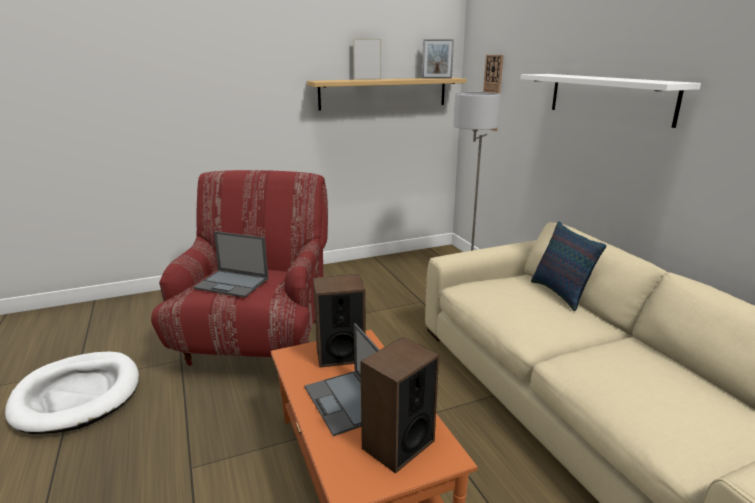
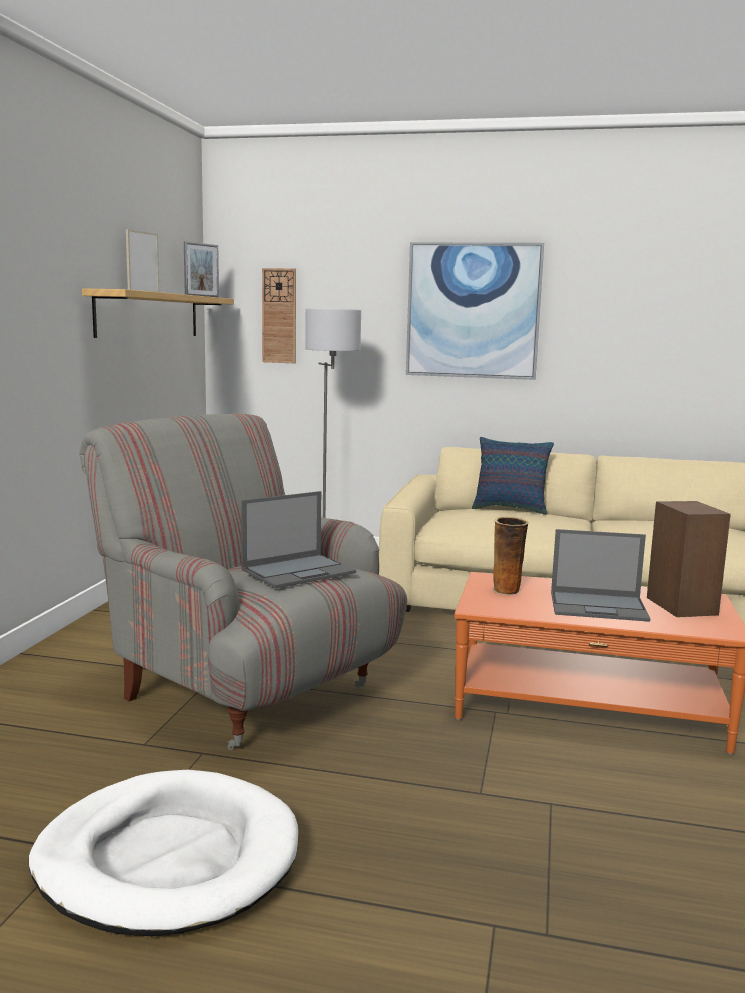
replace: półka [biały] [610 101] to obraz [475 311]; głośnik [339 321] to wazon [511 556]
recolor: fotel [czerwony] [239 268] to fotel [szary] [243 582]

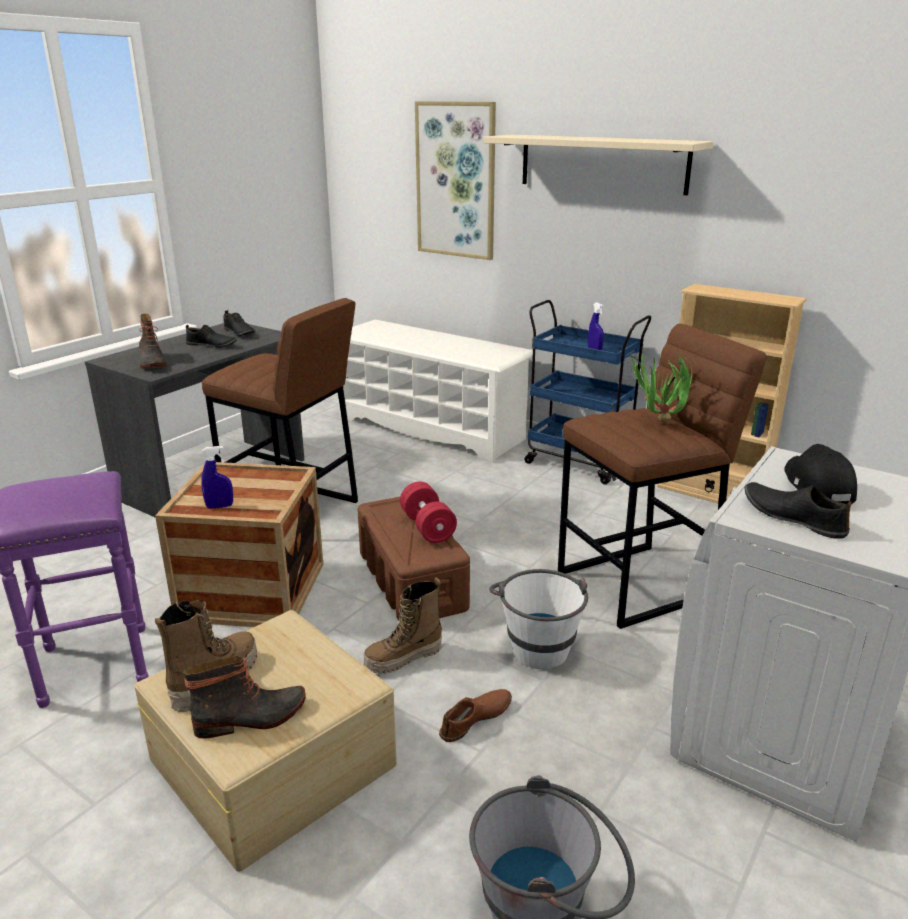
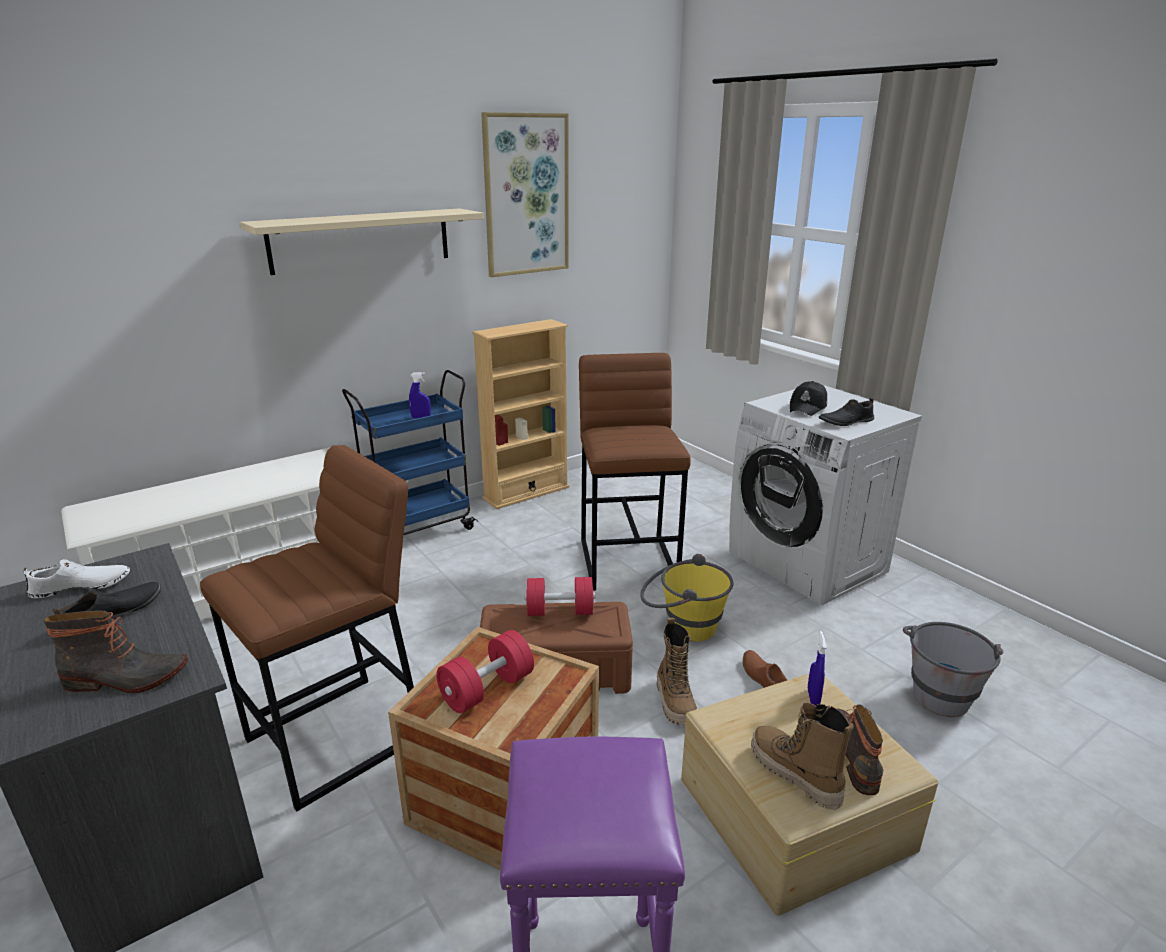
delete: roślina doniczkowa [660 387]
insert: hantel [czerwony] [485 671]
move: obraz [455 180] to [524 194]; spryskiwacz [niebieski] [217 477] to [817 668]
recolor: but [czarny] [239 323] to but [biały] [76 578]; wiadro [biały] [538 619] to wiadro [żółty] [686 598]
rotate: czapka z daszkiem [czarny] [820 474] = [808 398] 75 degrees counterclockwise

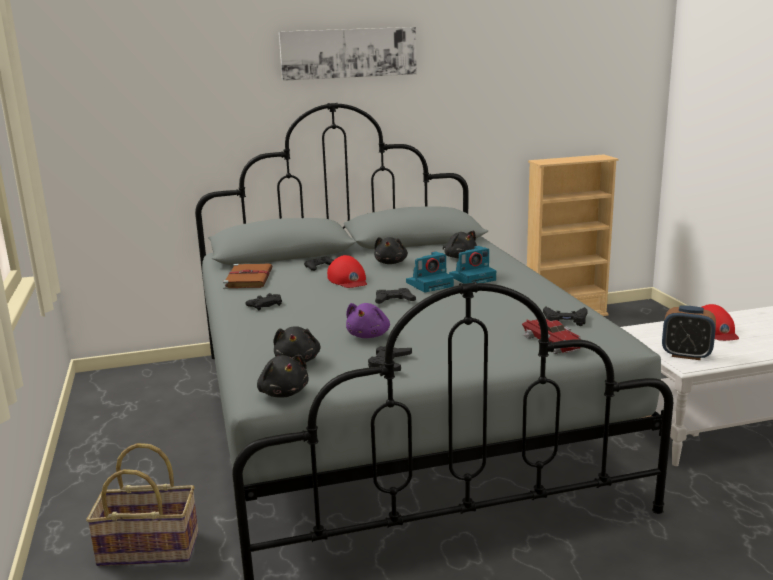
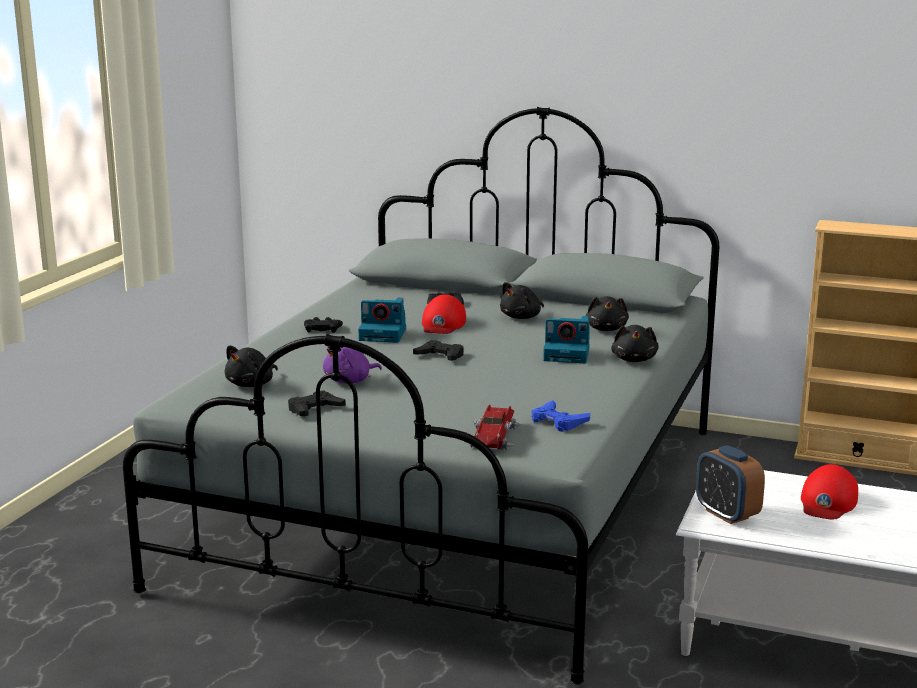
delete: koszyk [142 504]; książka [brązowy] [248 276]; obraz [348 54]
move: aparat fotograficzny [430 271] to [382 320]; pluszak [czarny] [283 376] to [635 343]
recolor: pad do gier [czarny] [565 316] to pad do gier [niebieski] [560 416]

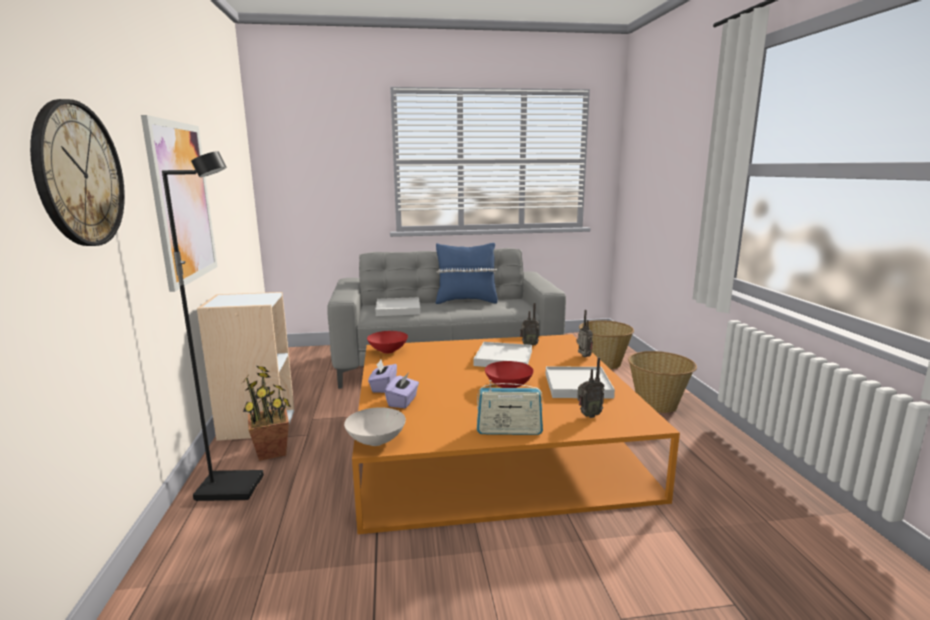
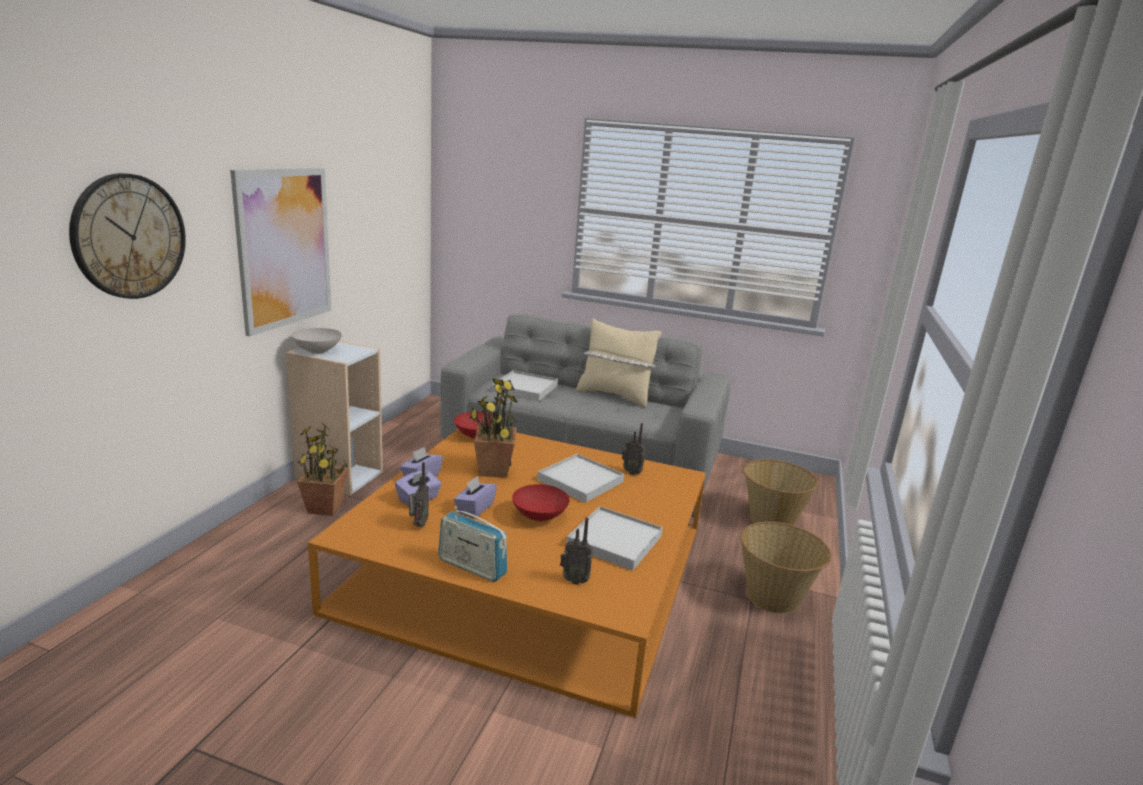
delete: lampa stojąca [czarny] [213 326]
insert: pudełko chusteczek [fioletowy] [475 497]; roślina doniczkowa [494 428]
move: miska [biały] [375 426] to [316 341]; radio [584 333] to [419 494]
recolor: poduszka [niebieski] [467 273] to poduszka [beżowy] [618 363]

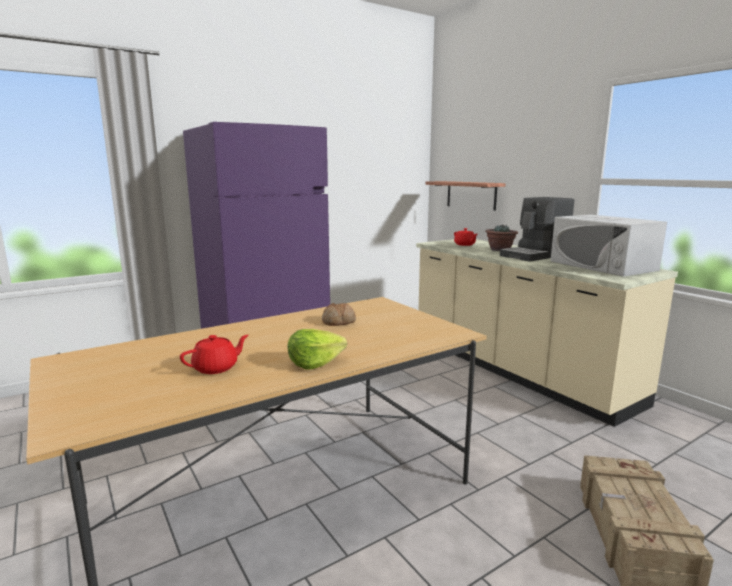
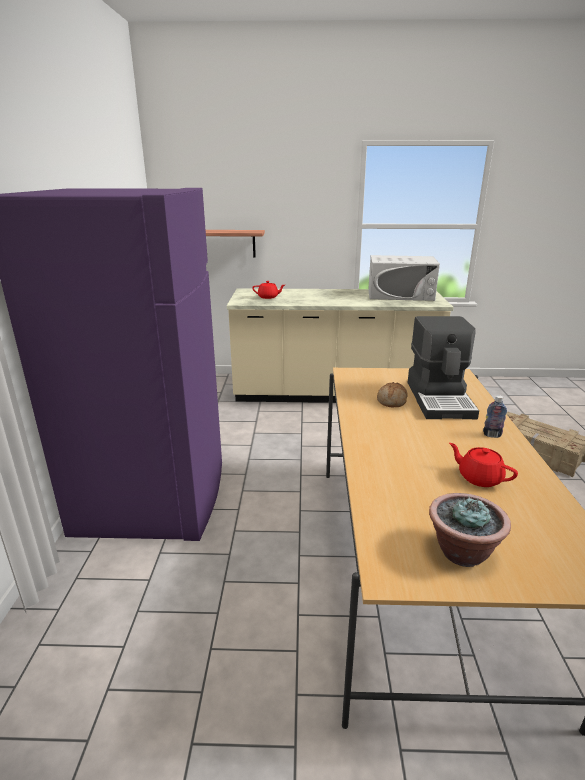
move: ekspres do kawy [537 229] to [443 367]; roślina doniczkowa [501 238] to [470 530]
replace: sałata [317 349] to butelka [495 416]
rotate: imbryk [czerwony] [214 354] = [483 465] 45 degrees counterclockwise

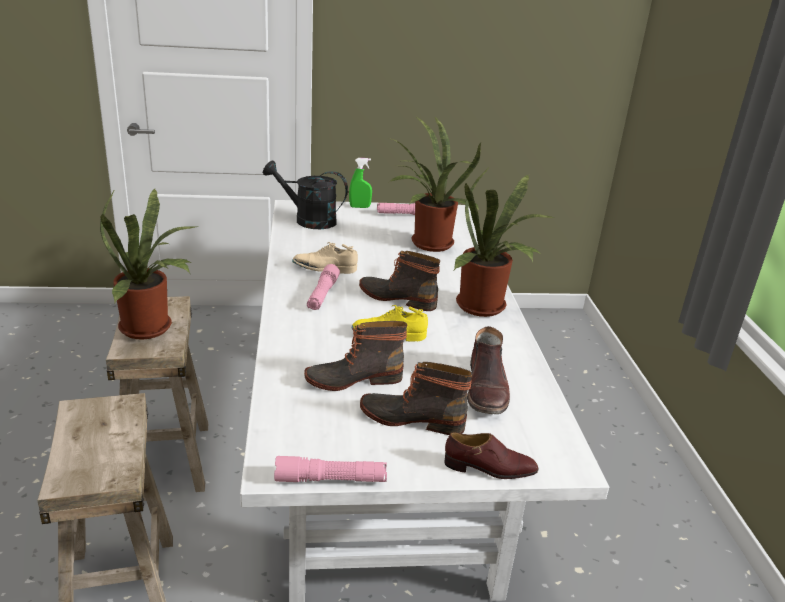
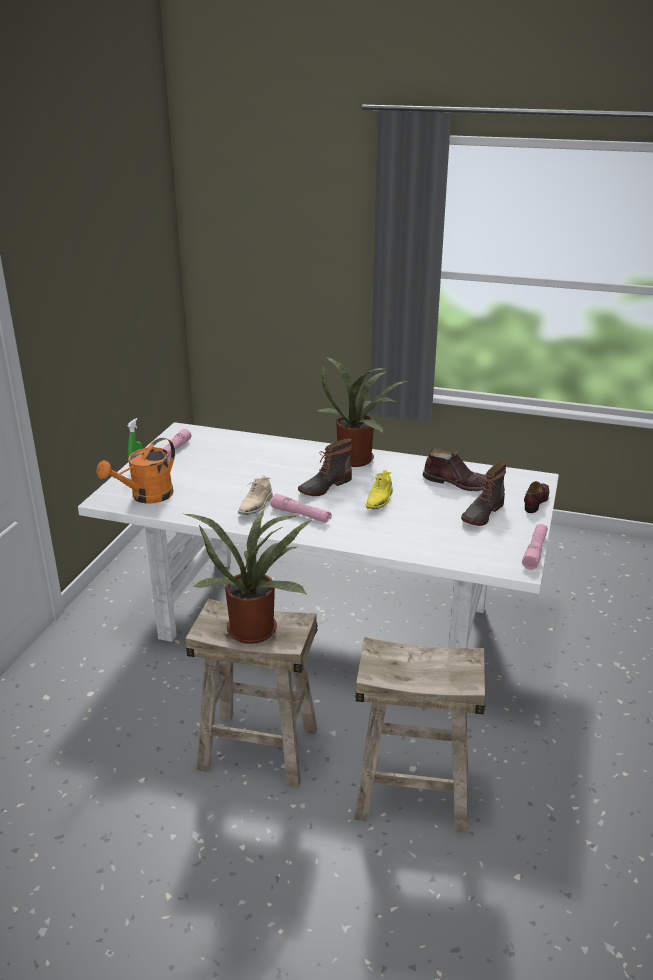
delete: but z cholewką [356 356]; roślina doniczkowa [435 184]
recolor: konewka [czarny] [305 195] to konewka [pomarańczowy] [135 470]

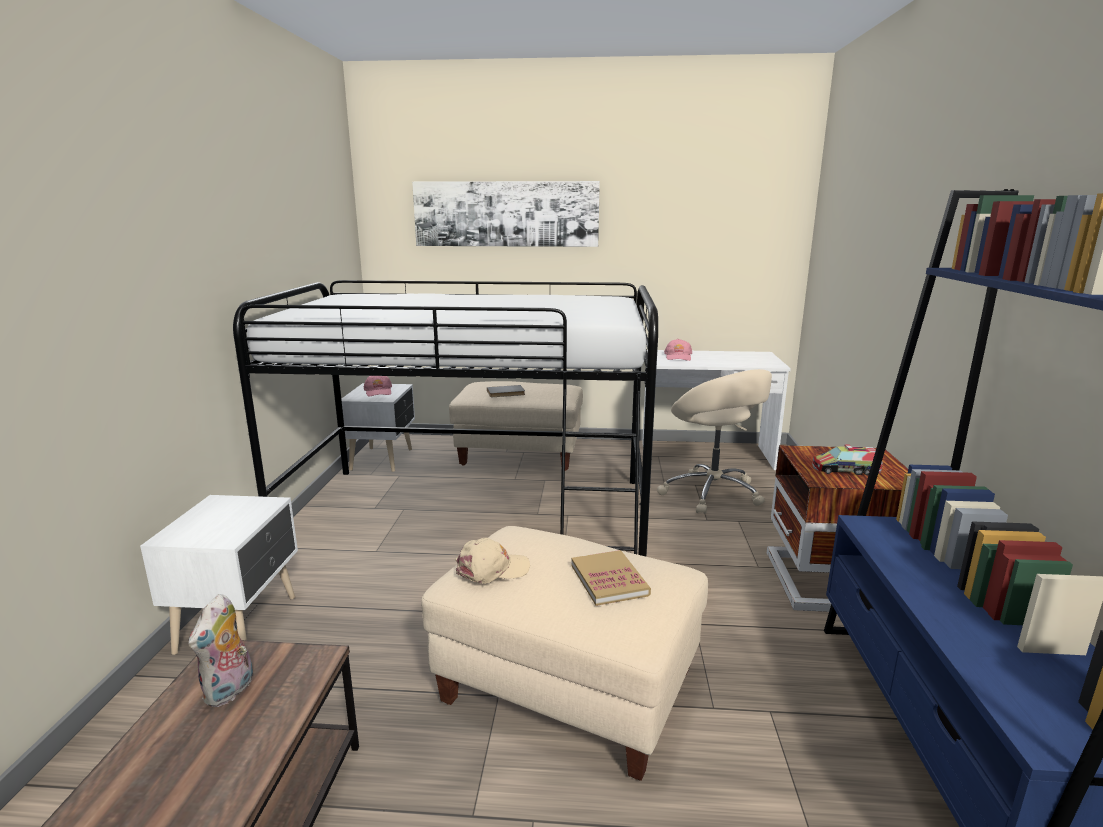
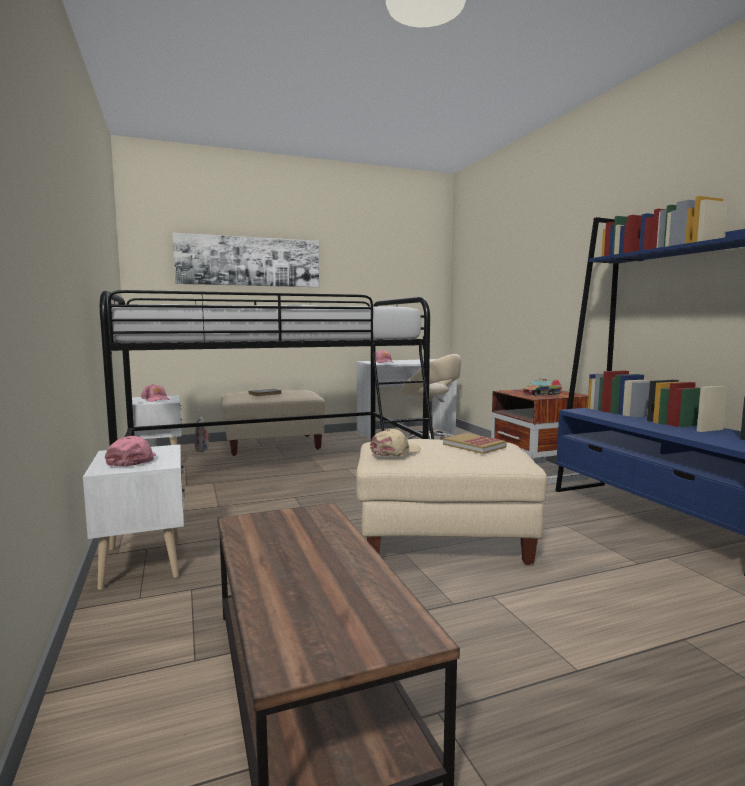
insert: czapka z daszkiem [różowy] [130 451]
move: pluszak [220 650] to [202 434]

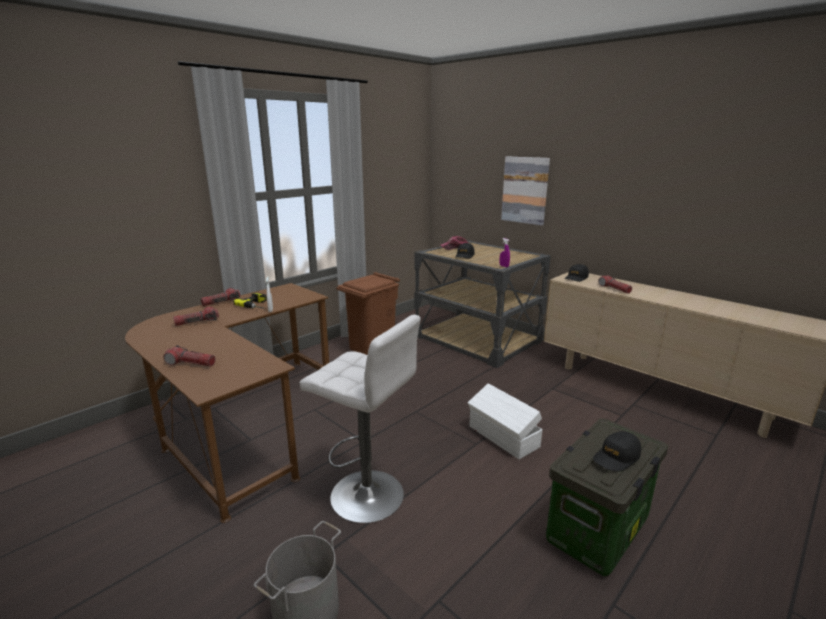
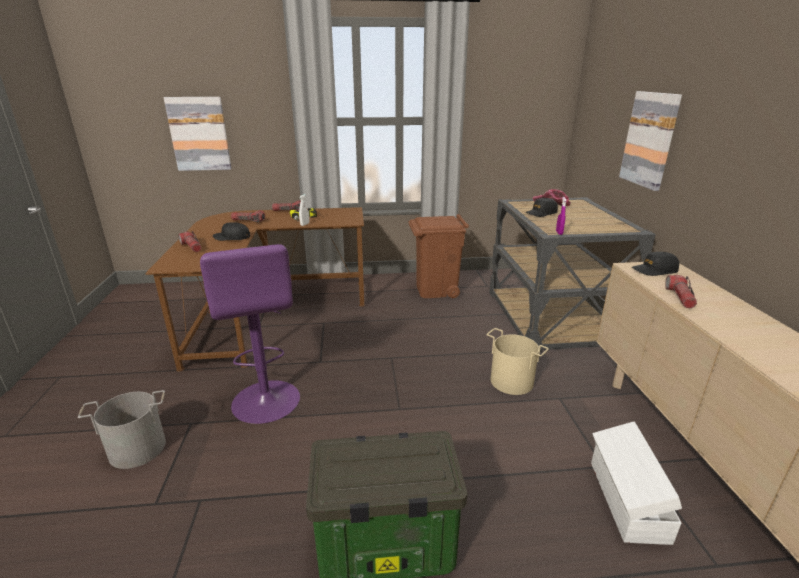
insert: obraz [197 134]; wiadro [beżowy] [517 361]
move: czapka z daszkiem [czarny] [617 451] to [231 231]; pojemnik do przechowywania [biały] [505 421] to [636 483]
recolor: stołek [biały] [360 419] to stołek [fioletowy] [250 334]

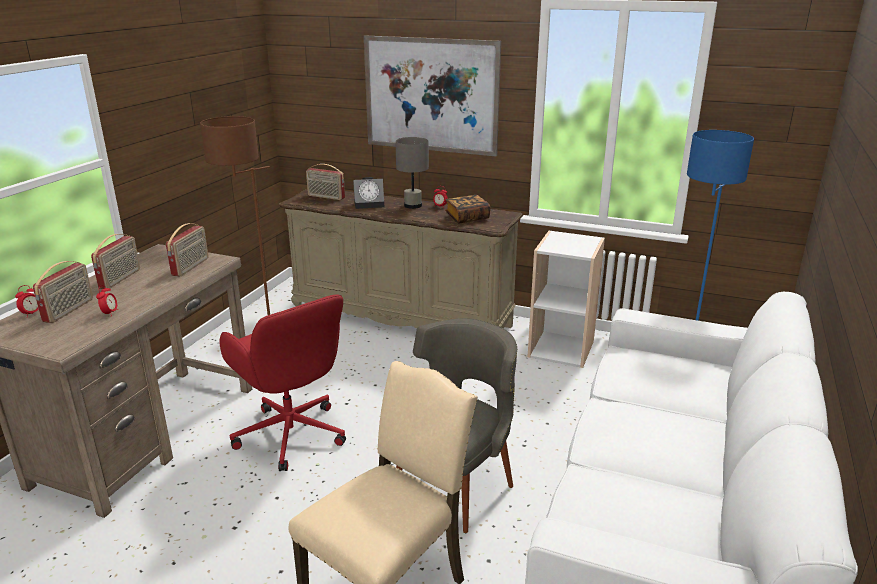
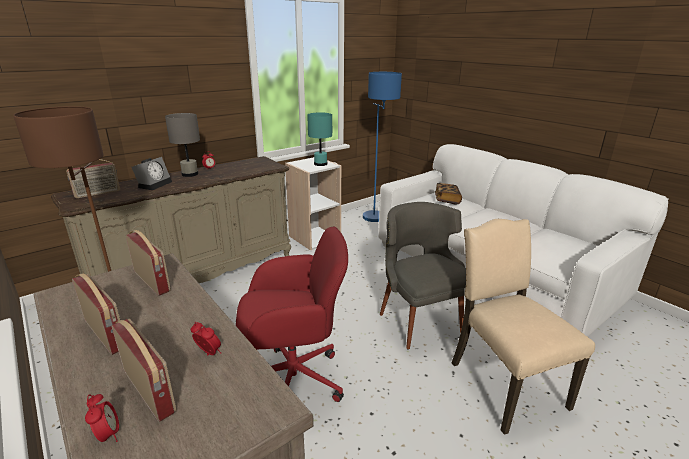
delete: obraz [432 96]
insert: lampa stołowa [turkusowy] [320 139]
move: książka [468 209] to [448 193]

